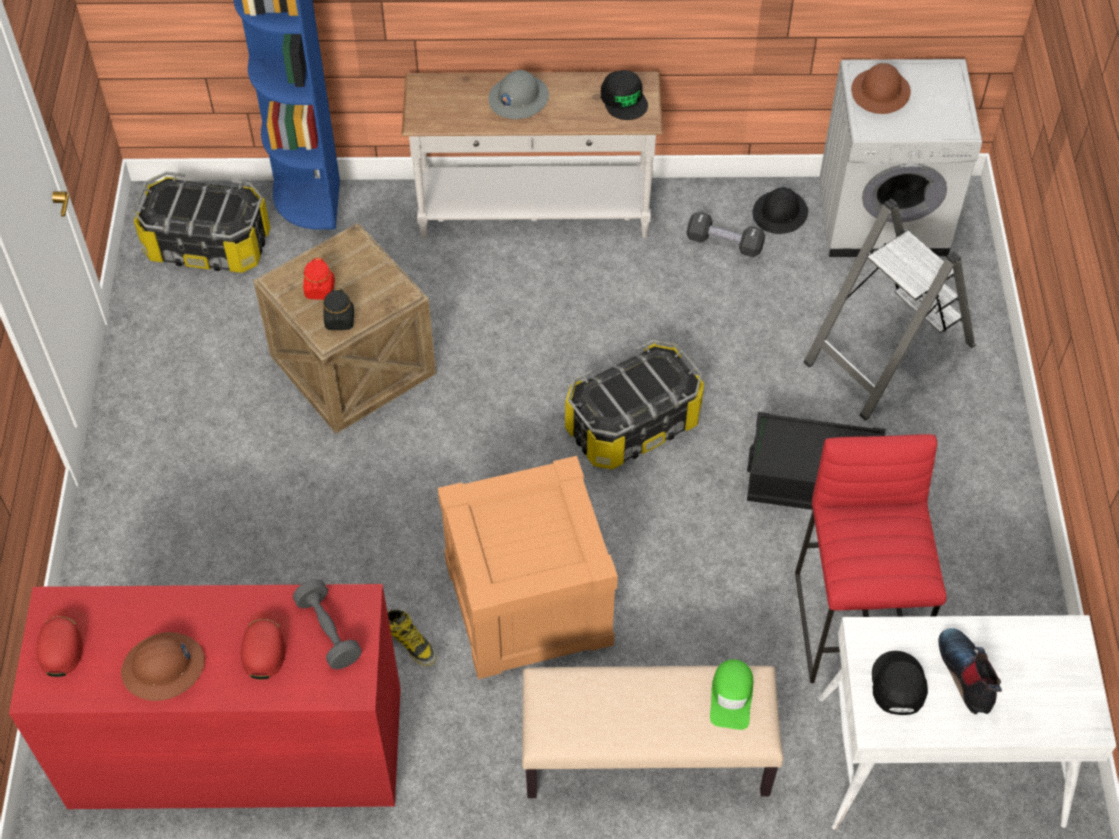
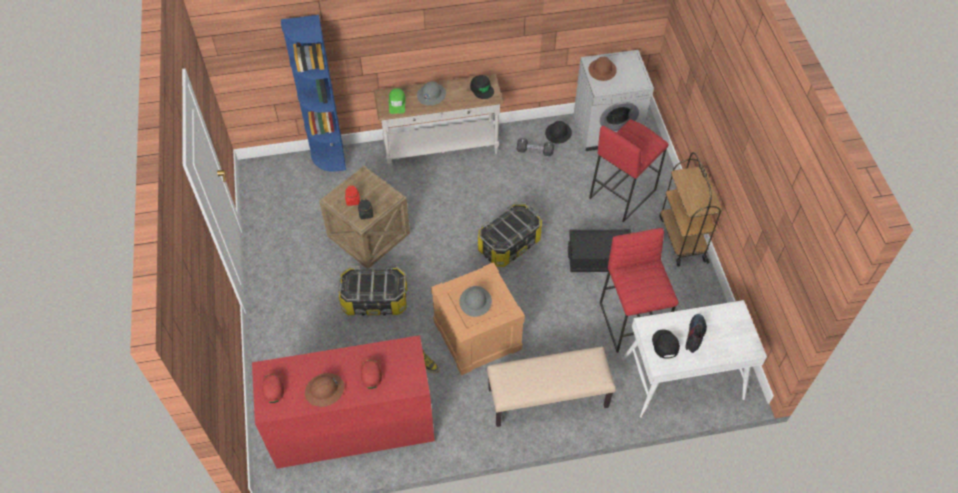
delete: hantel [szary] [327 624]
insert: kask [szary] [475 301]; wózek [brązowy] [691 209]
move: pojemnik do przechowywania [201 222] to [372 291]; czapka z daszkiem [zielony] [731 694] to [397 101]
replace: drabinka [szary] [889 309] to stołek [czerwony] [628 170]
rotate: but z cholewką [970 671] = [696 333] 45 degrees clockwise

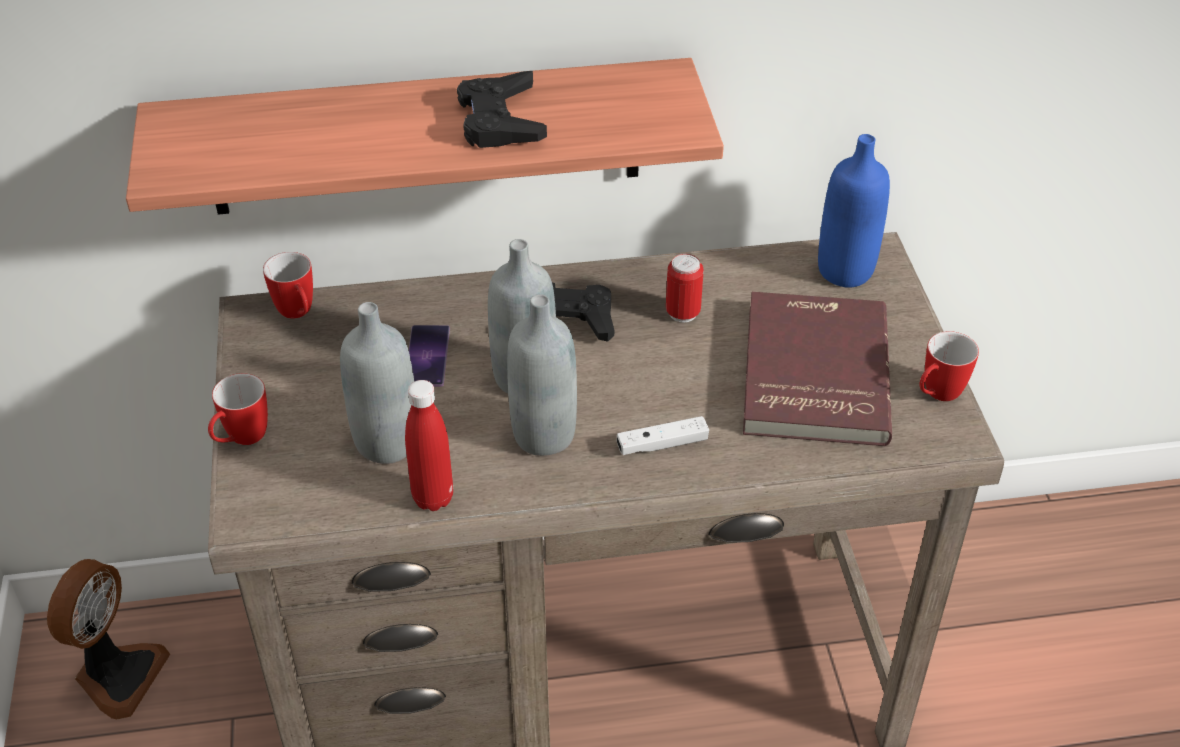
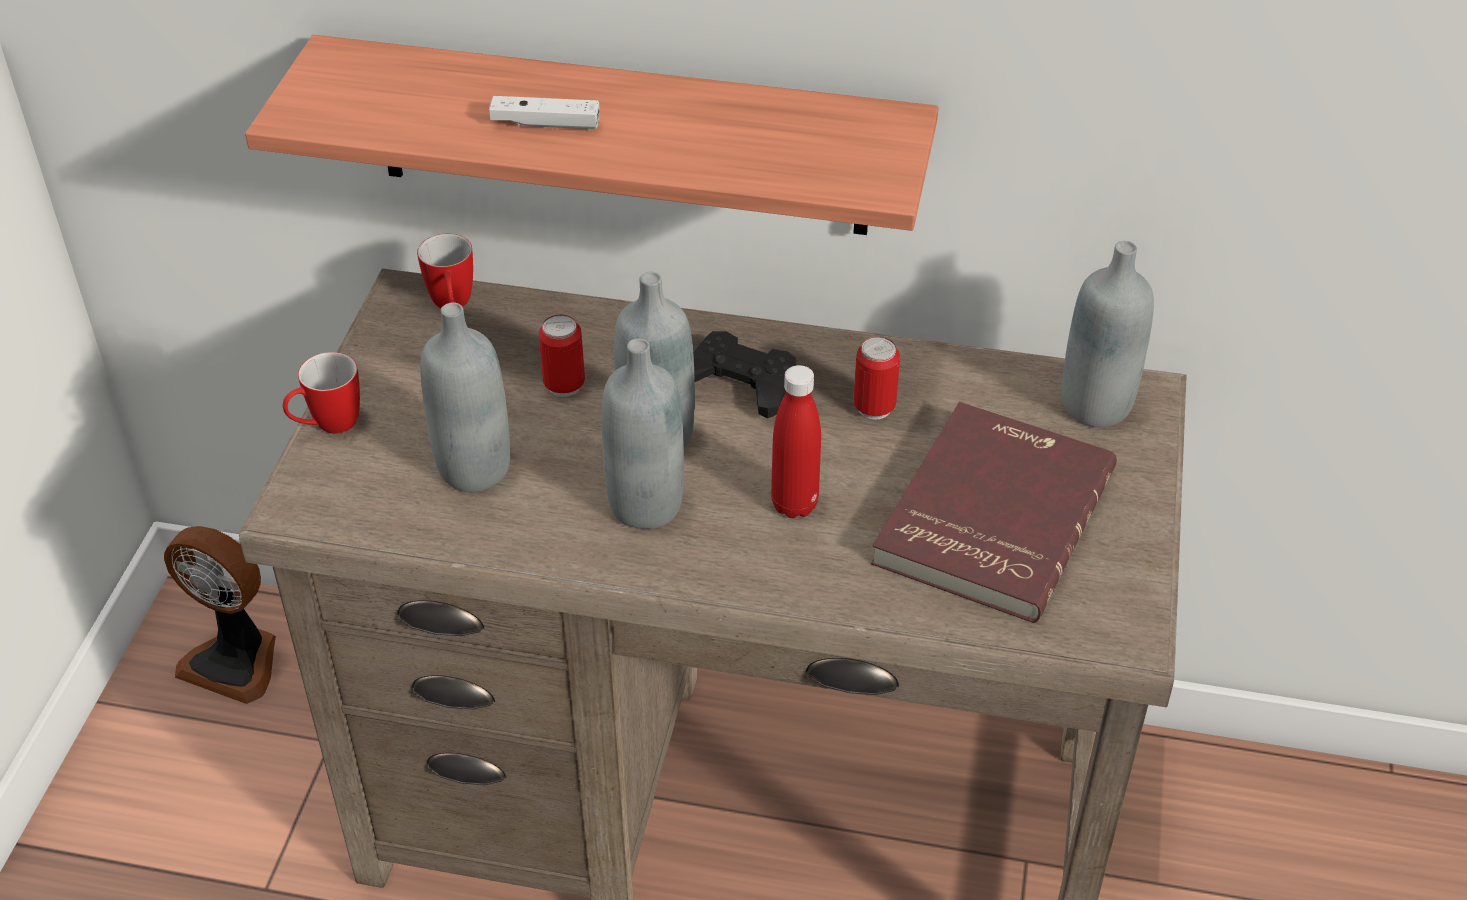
delete: pad do gier [czarny] [502 109]; kubek [949 366]
move: pad do gier [biały] [663 435] to [544 112]; butelka [czerwony] [429 445] to [796 441]
replace: telefon [429 356] to puszka [562 356]
recolor: butelka [niebieski] [854 211] to butelka [szary] [1108 334]
rotate: wentylator [108 639] = [220 615] 75 degrees clockwise

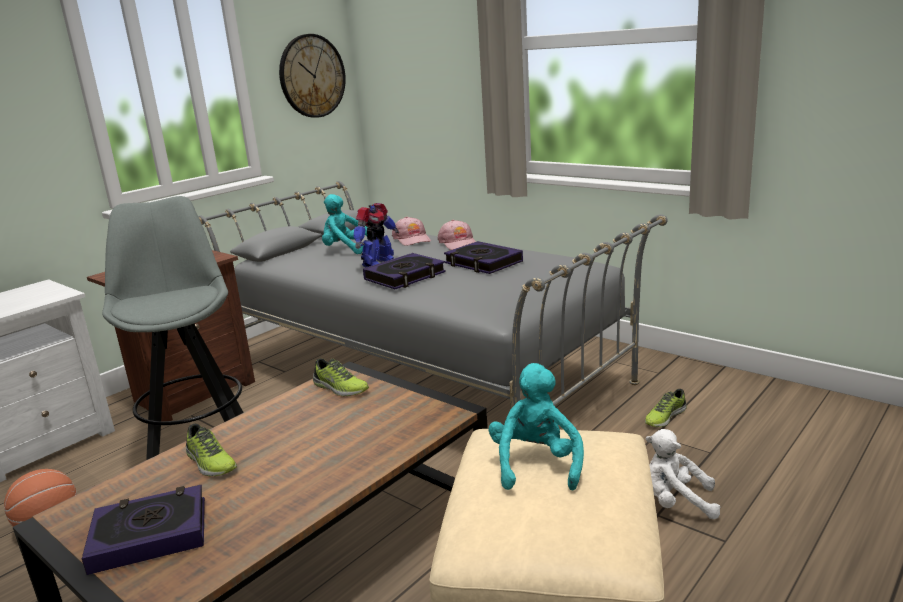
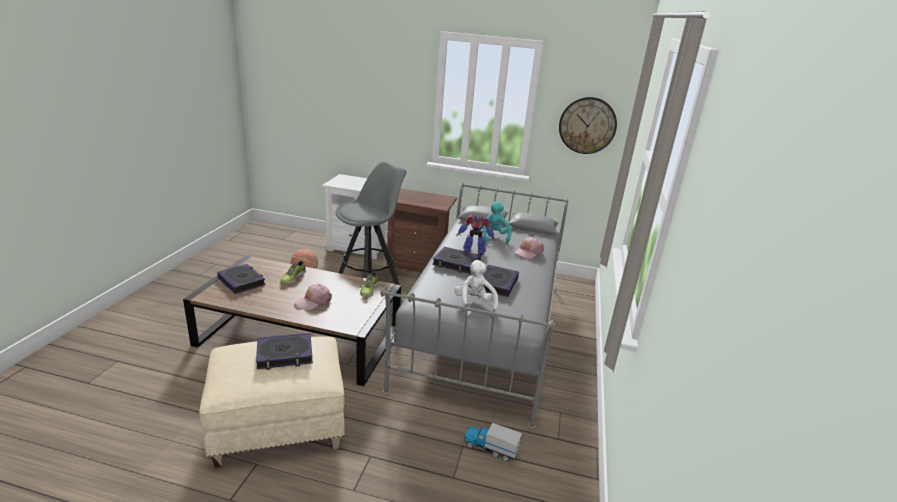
move: czapka z daszkiem [różowy] [457 235] to [313 297]; pluszak [biały] [683 474] to [476 288]
replace: pluszak [turkusowy] [536 427] to książka [284 351]; but [666 408] to ciężarówka zabawkowa [493 442]

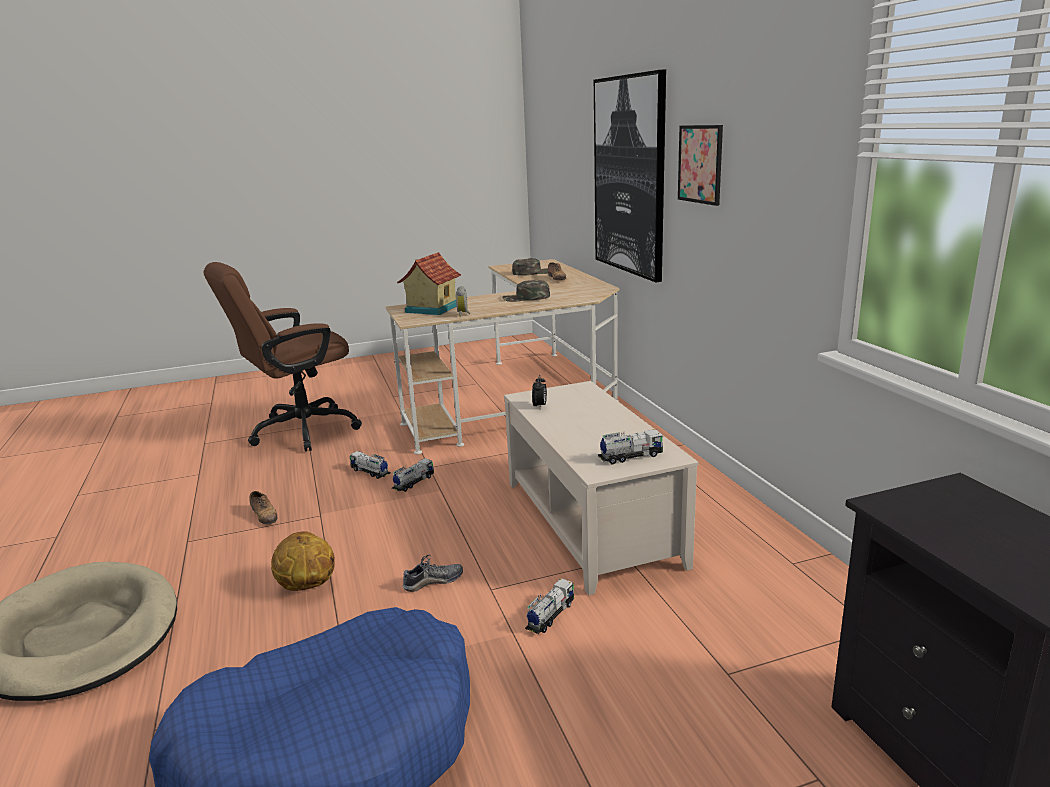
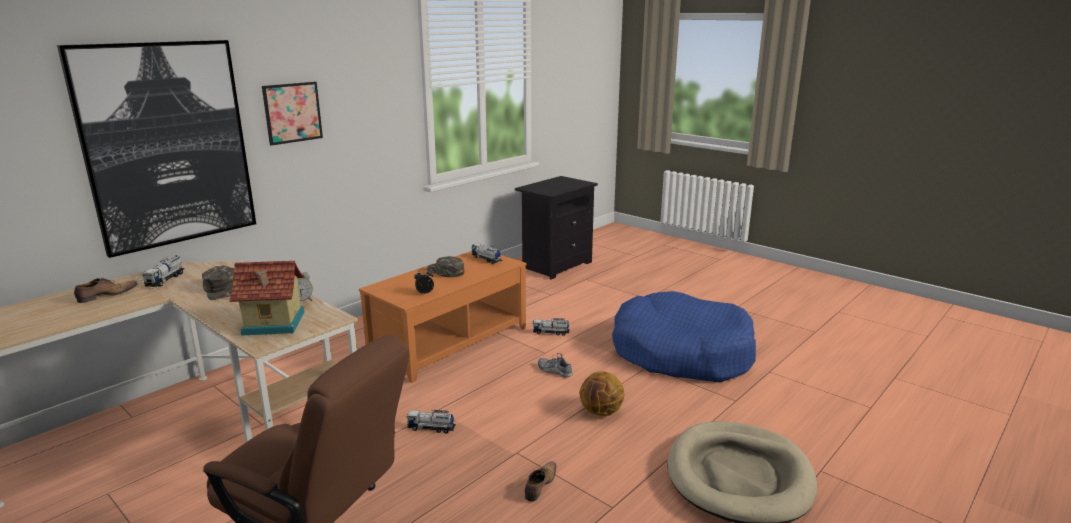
move: ciężarówka zabawkowa [370 465] to [163 271]; czapka z daszkiem [zielony] [530 267] to [445 266]
recolor: ława [beżowy] [601 488] to ława [pomarańczowy] [443 317]

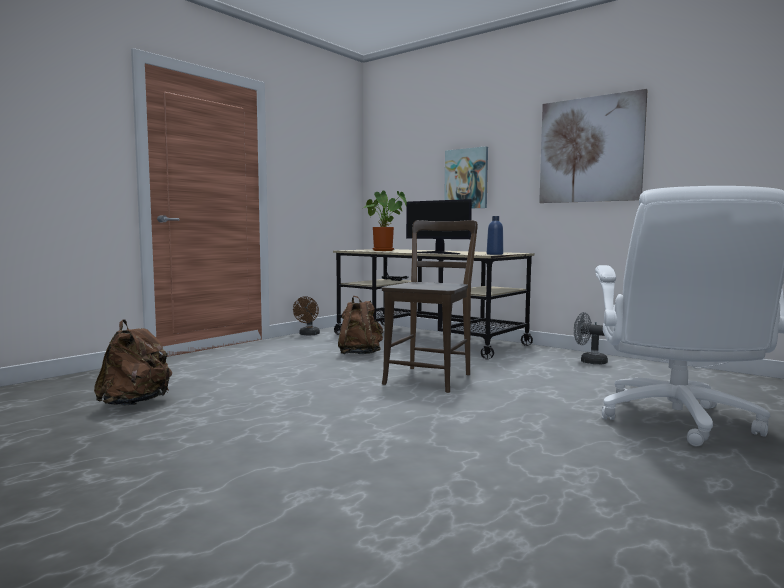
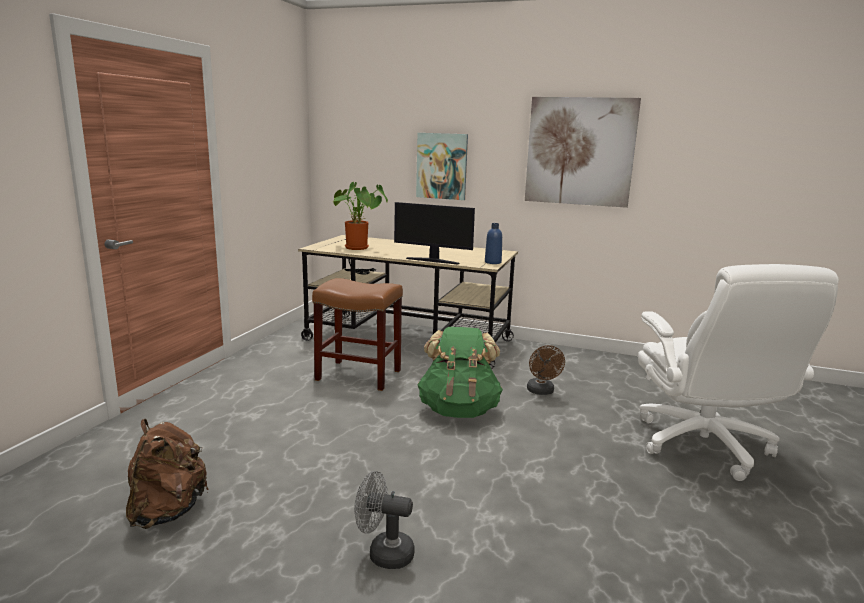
move: wentylator [szary] [591 338] to [384 520]; wentylator [brązowy] [306 316] to [546 370]
replace: plecak [brązowy] [360 325] to stołek [brązowy] [357 334]; krzesło [brązowy] [430 306] to plecak [zielony] [460 372]

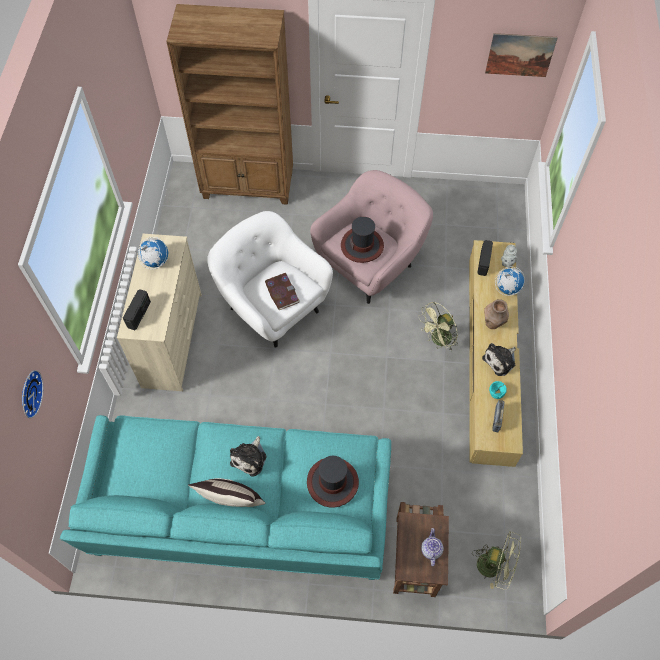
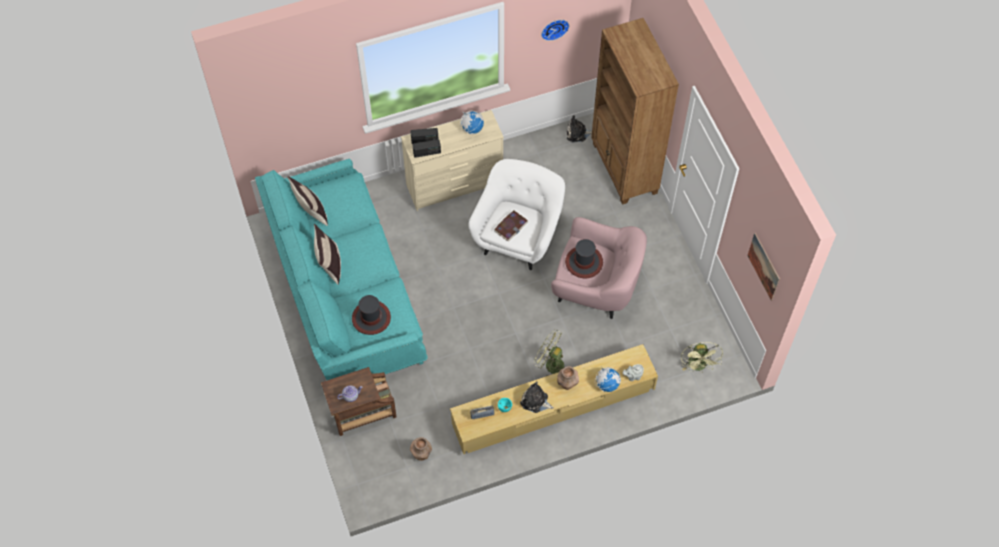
insert: poduszka [307 201]; wazon [brązowy] [421 449]
move: radio [485 258] to [427 148]; zegar ścienny [33 394] to [555 30]; pluszak [248 456] to [579 128]; wentylator [zielony] [496 560] to [702 357]

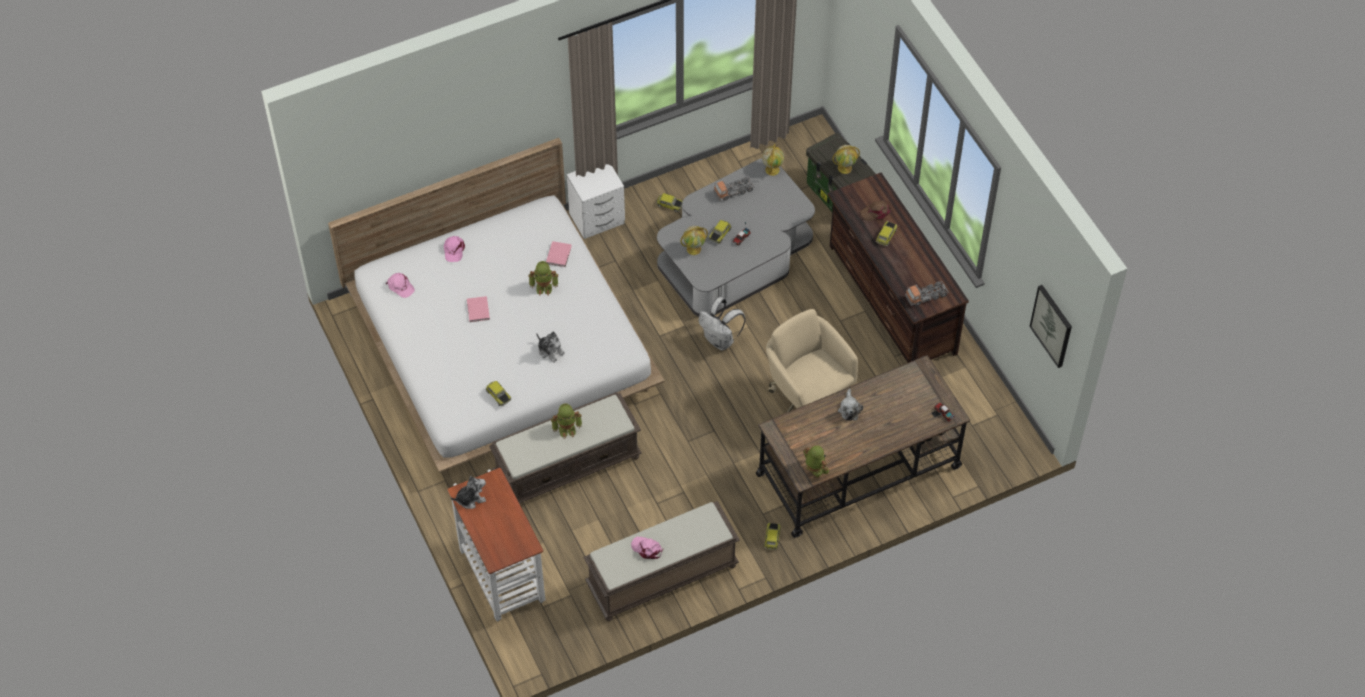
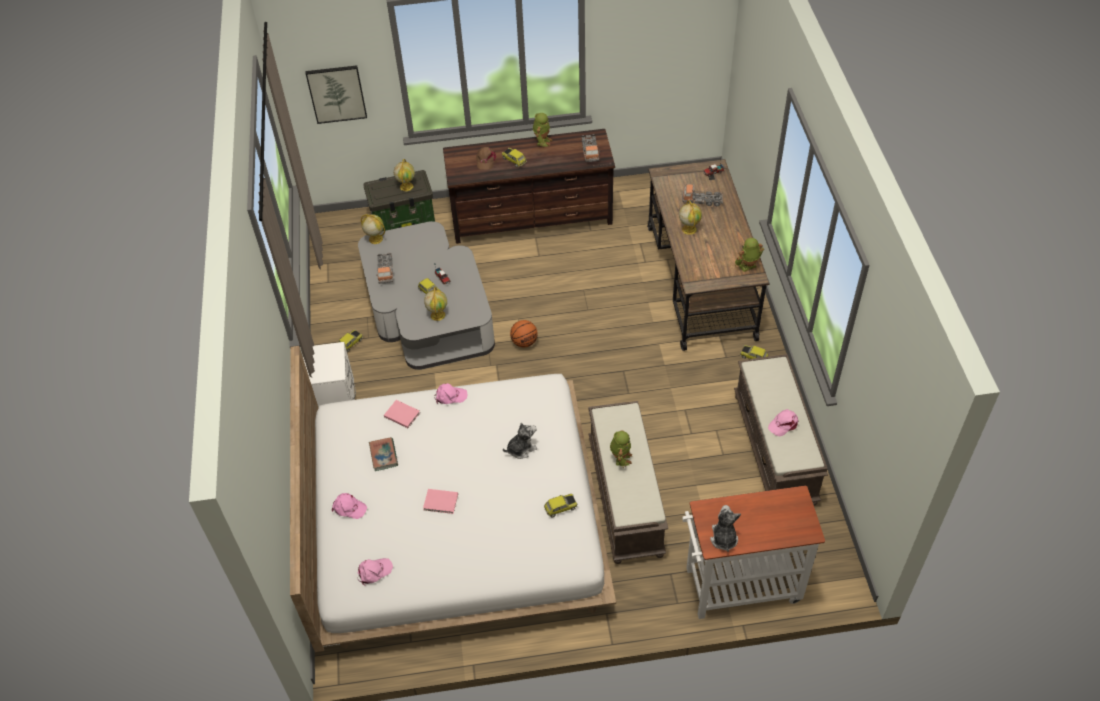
delete: krzesło biurowe [beżowy] [812 361]
insert: książka [383 454]; czapka z daszkiem [różowy] [451 393]; ciężarówka zabawkowa [702 195]
move: obraz [1050 326] to [336 94]; robot zabawkowy [543 278] to [542 130]
replace: plecak [biały] [722 324] to piłka do koszykówki [524 333]; pluszak [850 405] to globus [690 217]

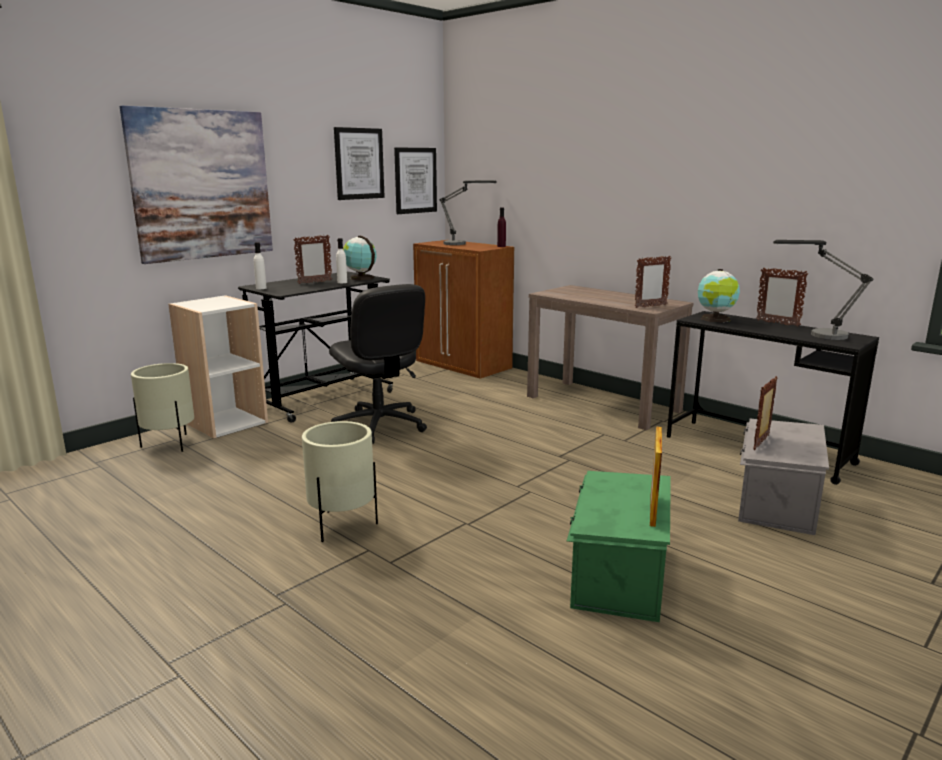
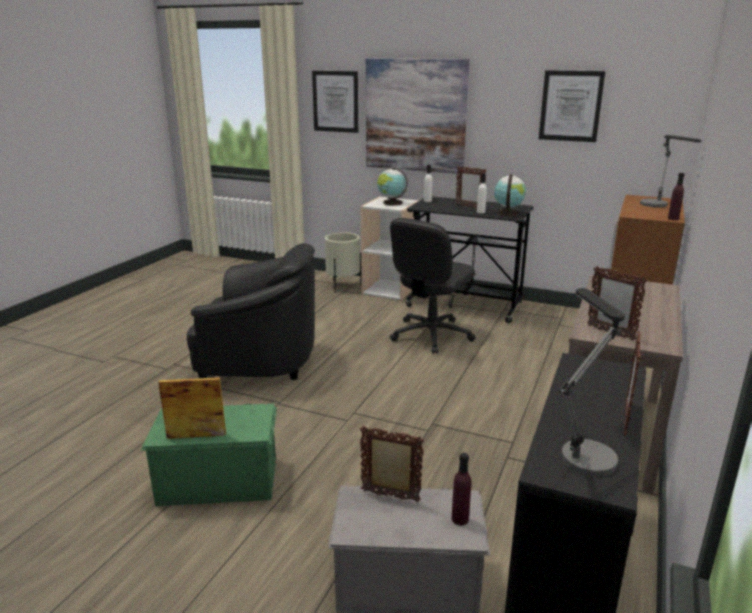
insert: butelka [fioletowy] [461 489]
move: obraz [415 181] to [335 102]; globus [719 296] to [392 186]
replace: donica [beżowy] [340 481] to fotel [czarny] [251 311]

